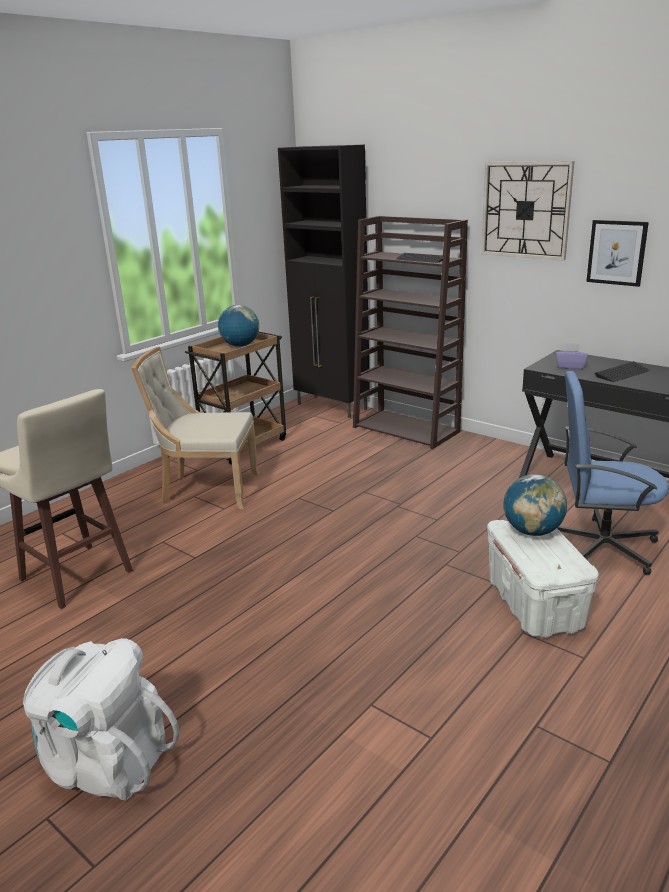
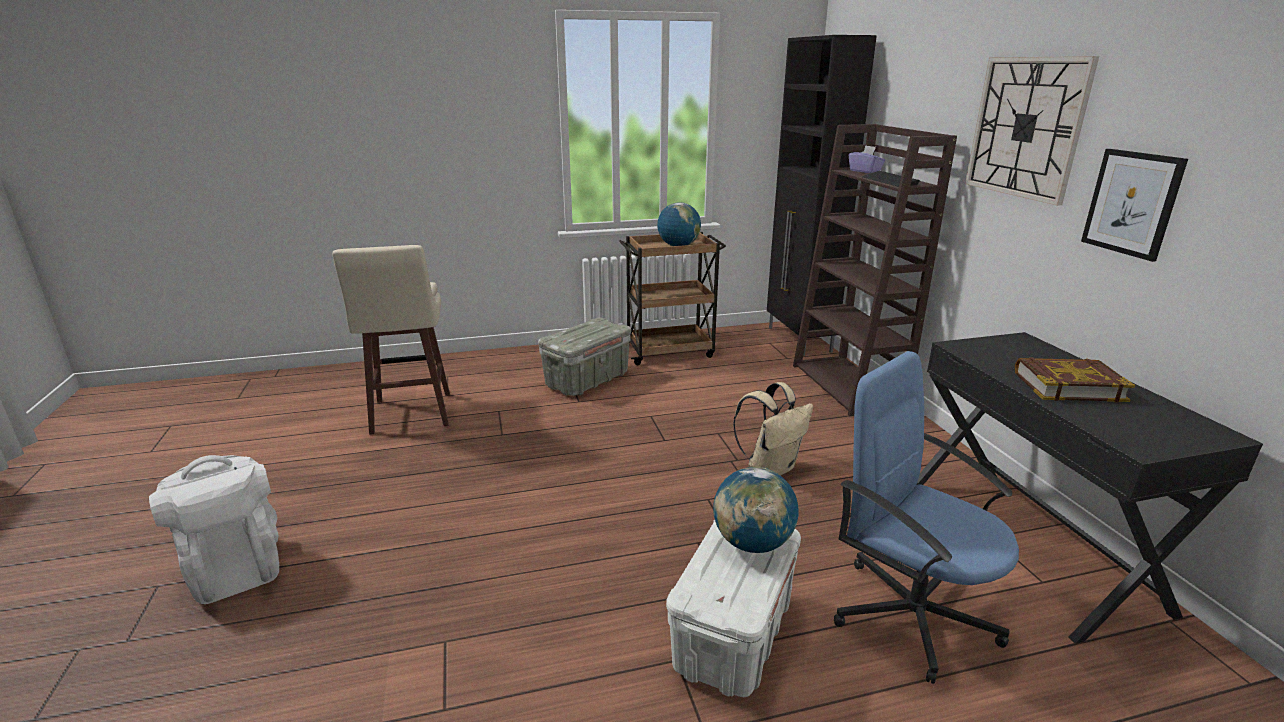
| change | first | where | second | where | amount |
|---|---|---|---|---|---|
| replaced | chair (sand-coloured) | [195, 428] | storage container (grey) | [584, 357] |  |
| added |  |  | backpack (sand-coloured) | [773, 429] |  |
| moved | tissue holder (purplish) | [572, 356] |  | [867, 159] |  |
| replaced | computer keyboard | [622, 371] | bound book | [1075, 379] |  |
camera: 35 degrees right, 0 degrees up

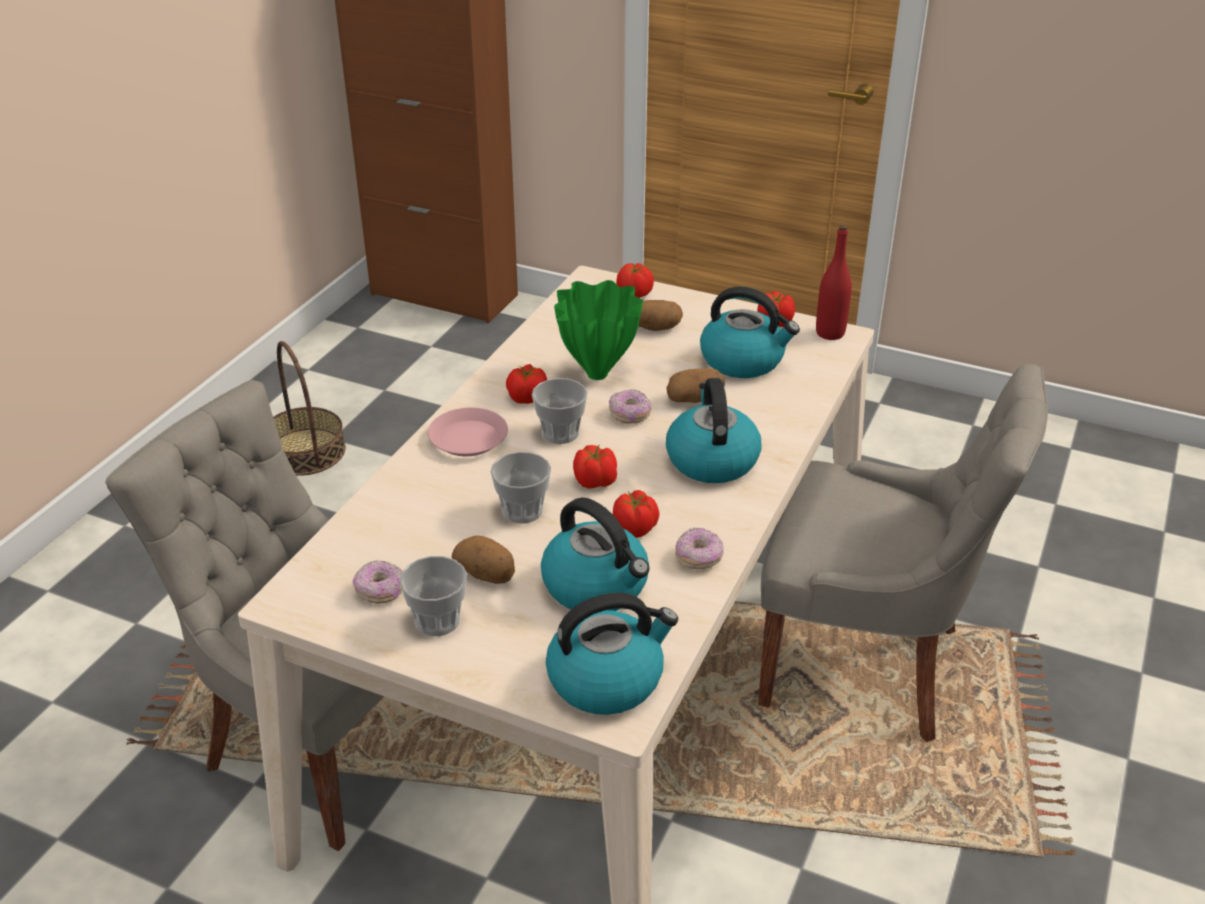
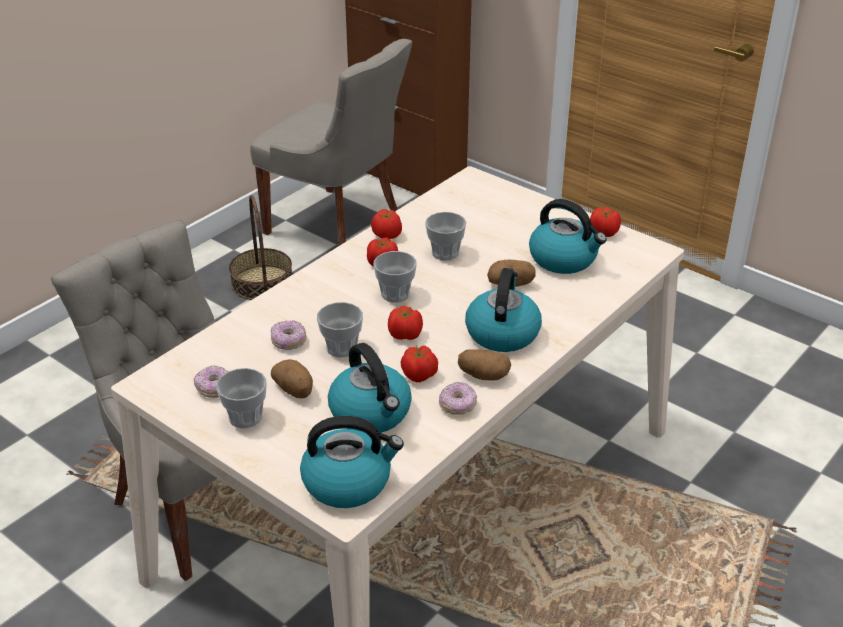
| change | first | where | second | where | amount |
|---|---|---|---|---|---|
| moved | chair (grey) | [903, 553] |  | [331, 142] |  |
| moved | donut | [630, 406] |  | [289, 335] |  |
| moved | tomato | [635, 280] |  | [386, 224] |  |
| replaced | flower vase (greenish) | [598, 330] | drinking cup | [445, 236] |  |
| moved | whole potato | [660, 315] |  | [484, 365] |  |
| removed | dinner plate (pink-coloured) | [468, 431] |  |  |  |
| removed | beverage bottle (red) | [834, 282] |  |  |  |
camera: 15 degrees right, 0 degrees up

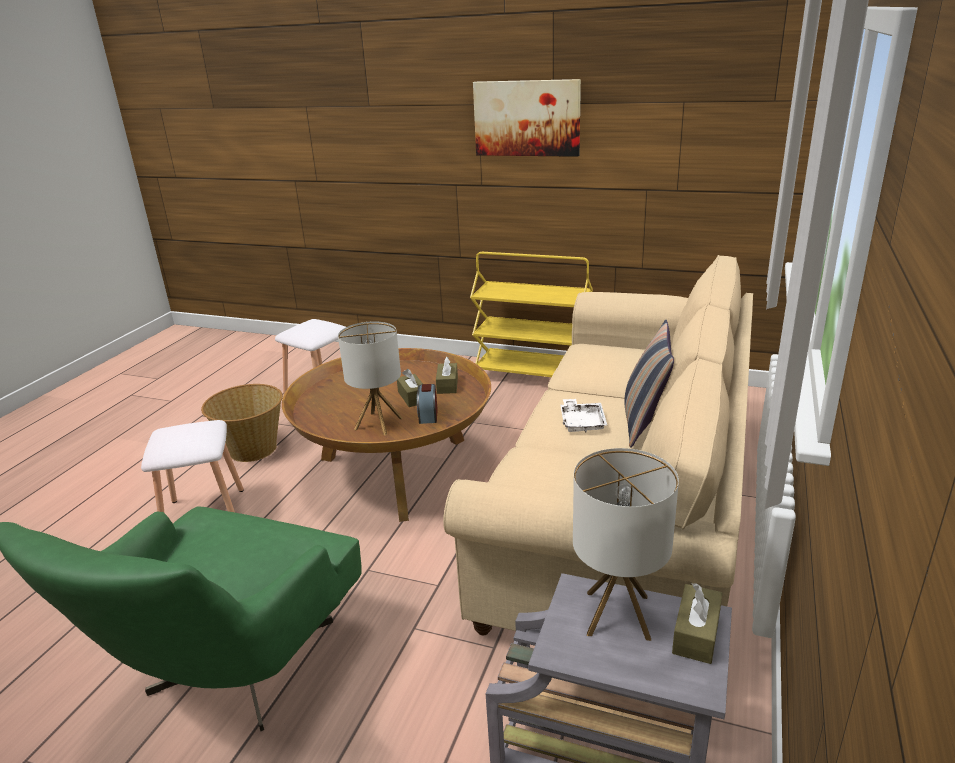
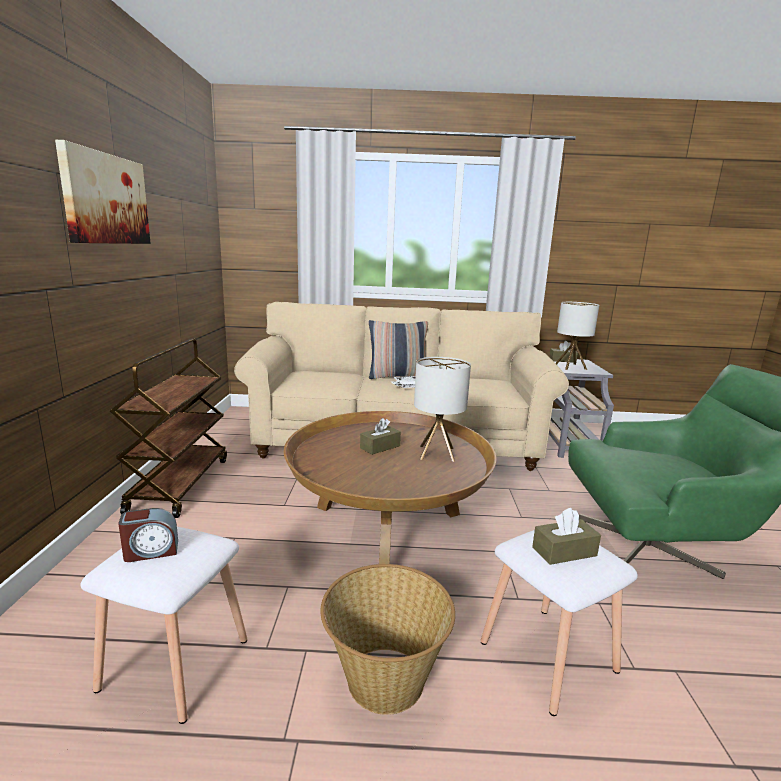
| change | first | where | second | where | amount |
|---|---|---|---|---|---|
| recoloured | cart (yellow) | [531, 314] | cart (brownish) | [168, 428] |  |
| moved | table clock | [427, 404] |  | [148, 535] |  |
| moved | tissue holder (brownish) | [447, 375] |  | [566, 536] |  |
camera: 110 degrees left, 10 degrees down

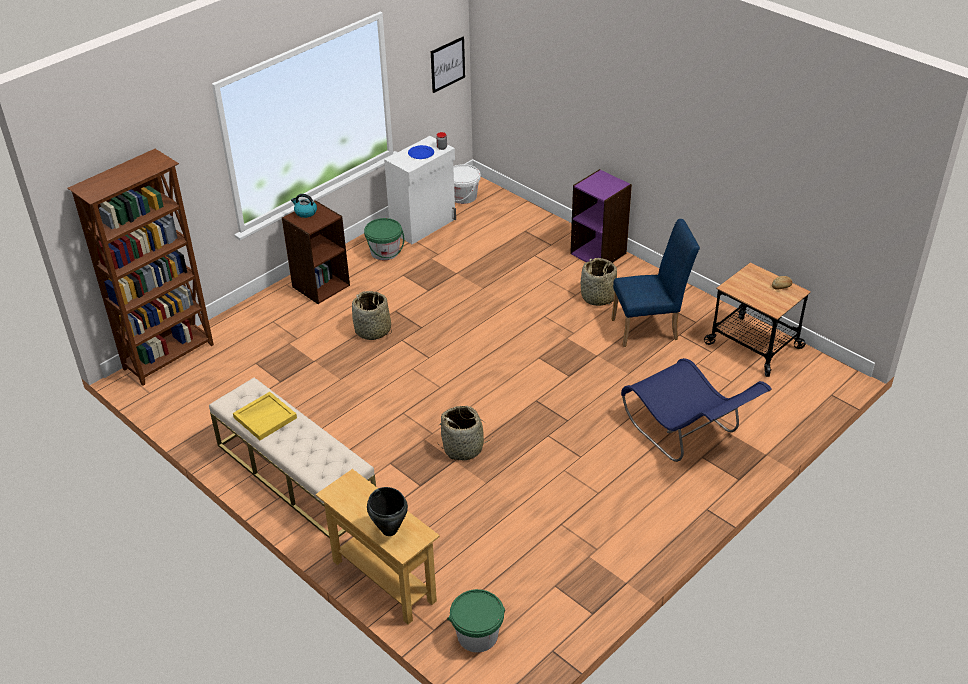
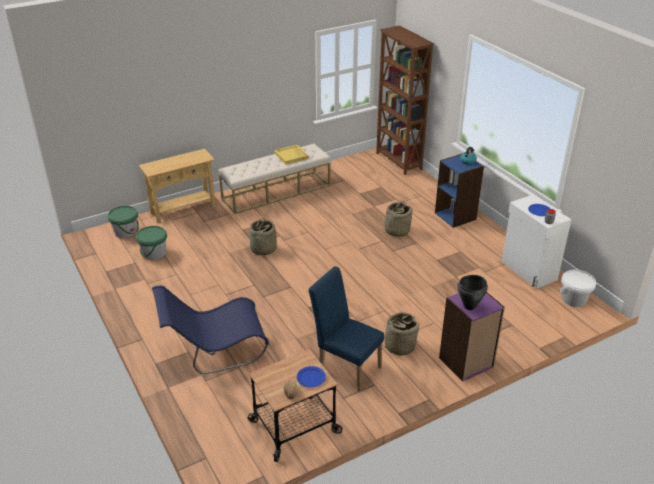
| change | first | where | second | where | amount |
|---|---|---|---|---|---|
| moved | pail (greenish) | [384, 239] |  | [151, 243] |  |
| added |  |  | dinner plate (blue) | [311, 377] |  |
| turned | chair (blue) | [655, 283] |  | [346, 328] | 120 degrees clockwise |
| recoloured | shelving unit (brownish) | [316, 252] | shelving unit (blue) | [459, 191] |  |
| moved | stockpot (black-coloured) | [387, 511] |  | [472, 292] |  |
| removed | wall art | [448, 65] |  |  |  |
camera: 105 degrees right, 5 degrees down

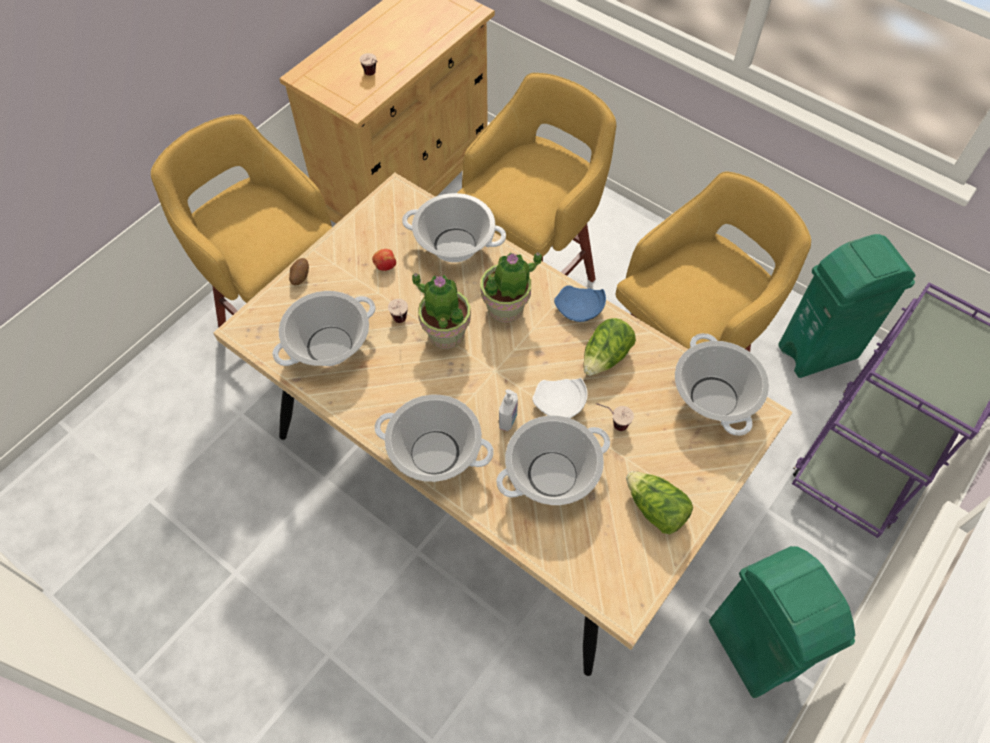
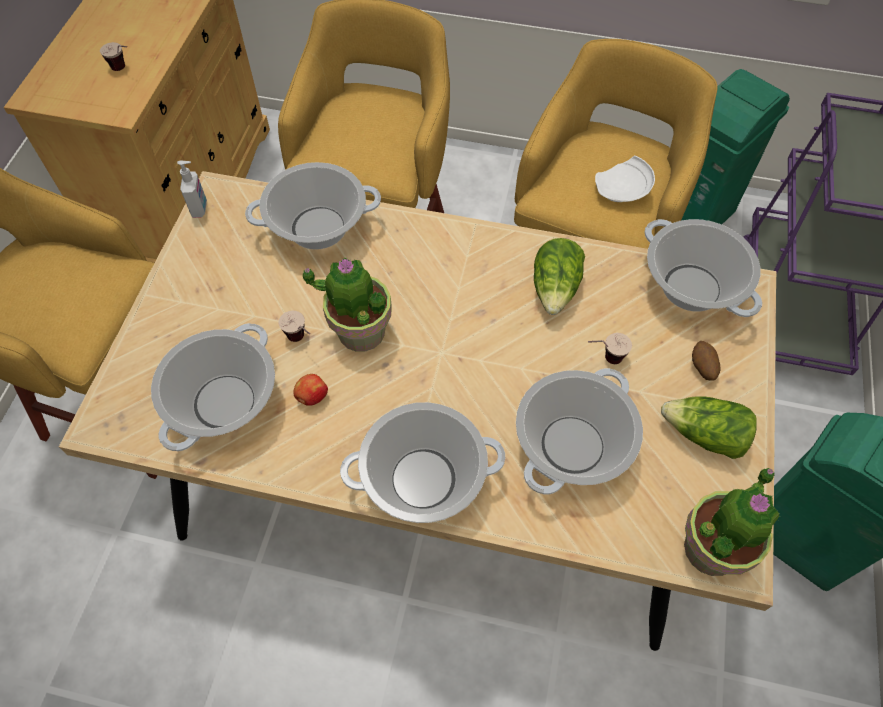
| change | first | where | second | where | amount |
|---|---|---|---|---|---|
| moved | liquid soap bottle | [508, 410] |  | [192, 189] |  |
| moved | whole apple | [384, 260] |  | [310, 390] |  |
| moved | dinner plate (white) | [560, 398] |  | [625, 179] |  |
| moved | potted plant | [511, 287] |  | [732, 521] |  |
| moved | whole potato | [299, 272] |  | [706, 361] |  |
| removed | dinner plate (blue) | [580, 303] |  |  |  |
camera: 25 degrees left, 0 degrees up

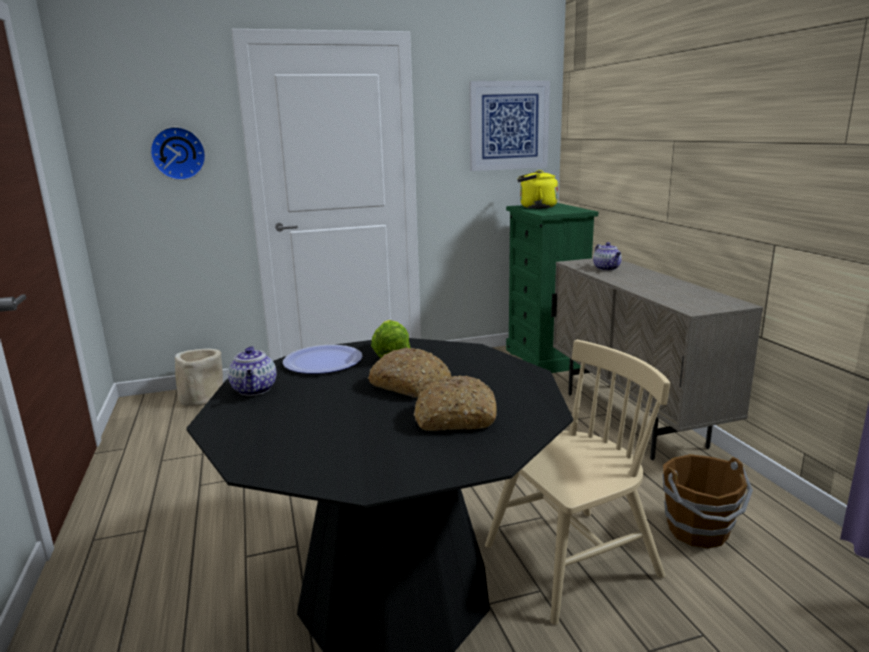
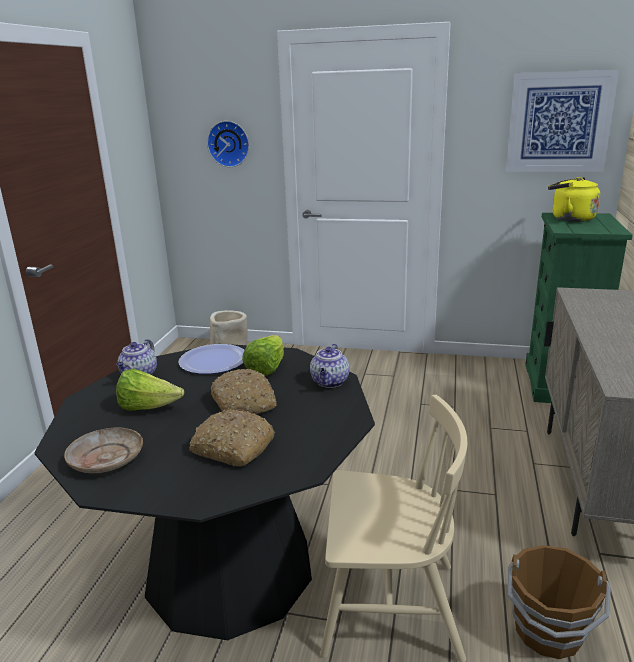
| change | first | where | second | where | amount |
|---|---|---|---|---|---|
| added |  |  | dinner plate (sand-coloured) | [103, 450] |  |
| added |  |  | lettuce | [150, 390] |  |
| moved | pot for tea | [607, 256] |  | [330, 366] |  |
camera: 30 degrees right, 5 degrees up

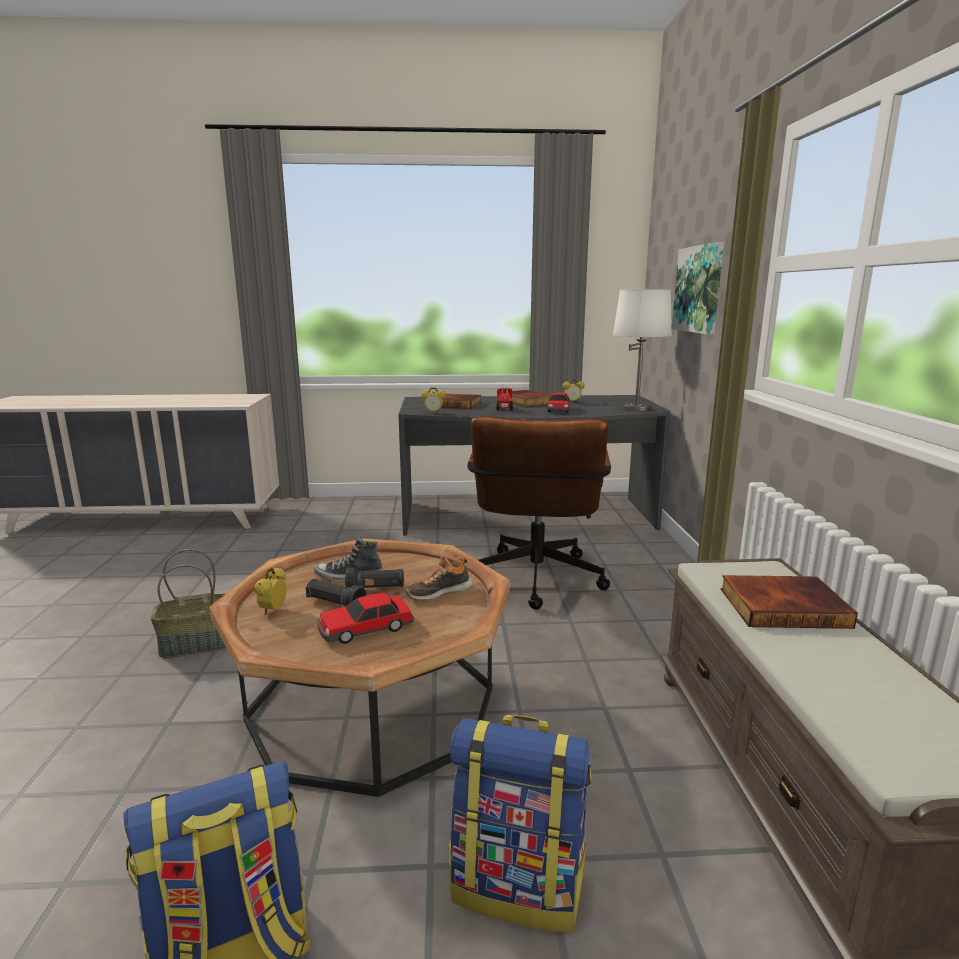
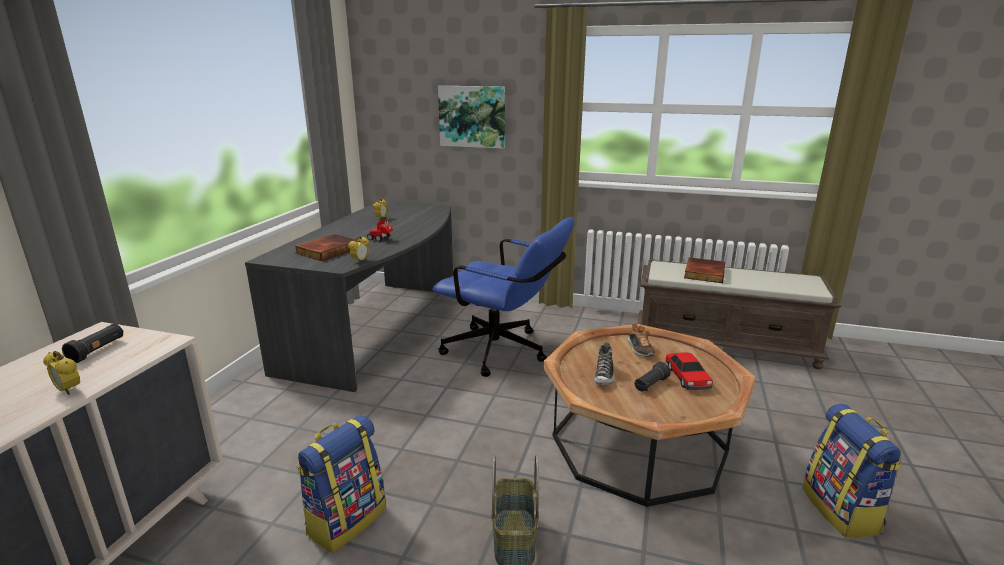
| change | first | where | second | where | amount |
|---|---|---|---|---|---|
| moved | table clock | [270, 591] |  | [61, 373] |  |
| moved | flashlight (black-coloured) | [374, 578] |  | [92, 343] |  |
| moved | backpack | [520, 823] |  | [341, 483] |  |
| recoloured | office chair (brownish) | [539, 513] | office chair (blue) | [503, 297] |  |
| removed | bound book | [524, 398] |  |  |  |
| removed | model car | [558, 402] |  |  |  |
| removed | table lamp (white) | [642, 349] |  |  |  |
camera: 70 degrees left, 5 degrees up

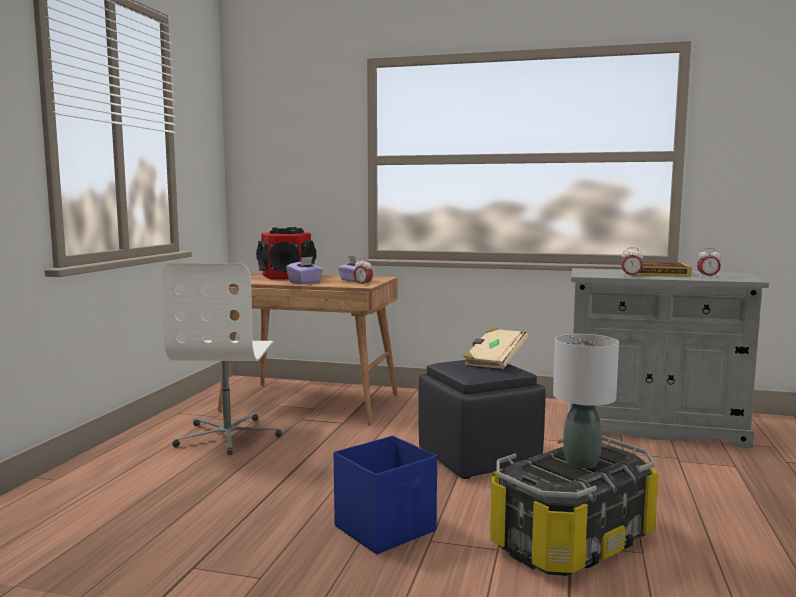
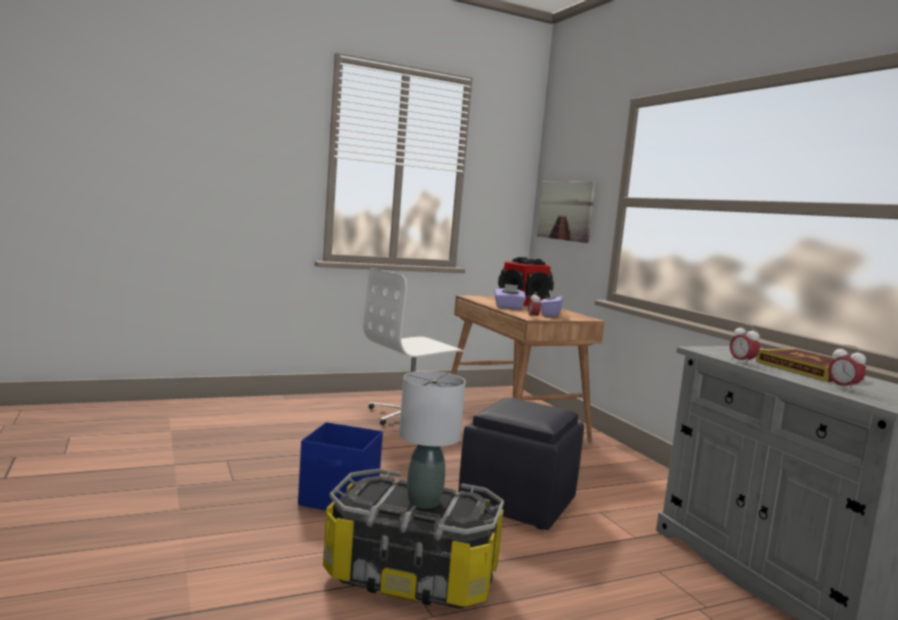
| change | first | where | second | where | amount |
|---|---|---|---|---|---|
| added |  |  | wall art | [566, 212] |  |
| removed | bound book (sand-coloured) | [495, 348] |  |  |  |
camera: 50 degrees right, 0 degrees up

